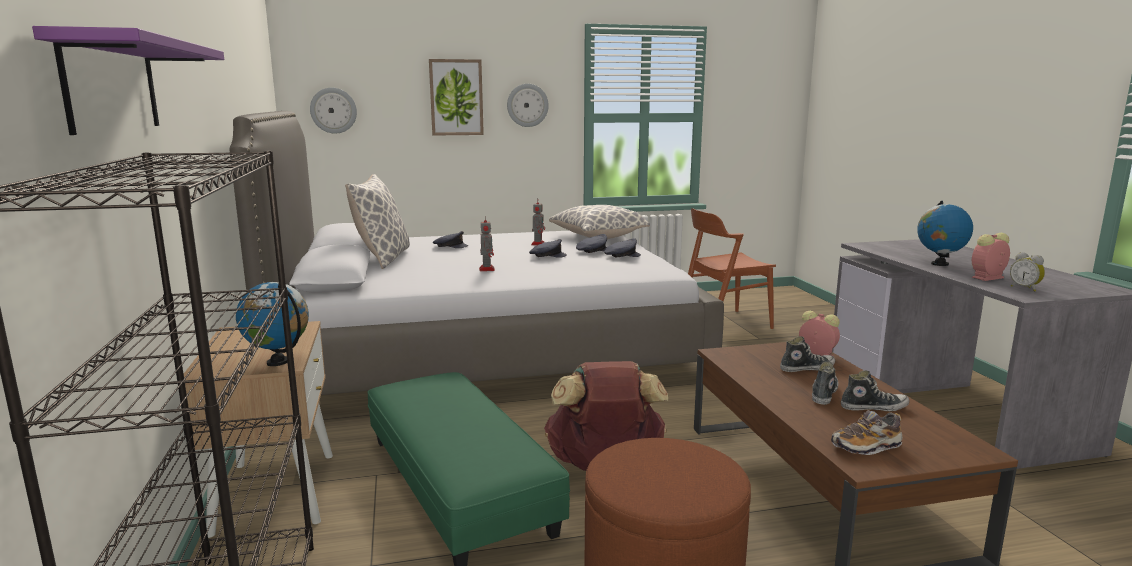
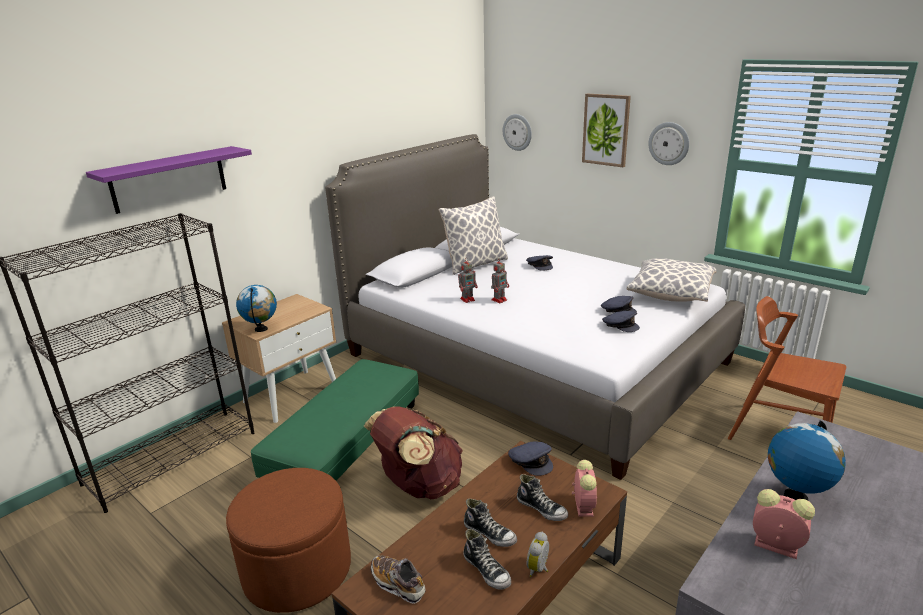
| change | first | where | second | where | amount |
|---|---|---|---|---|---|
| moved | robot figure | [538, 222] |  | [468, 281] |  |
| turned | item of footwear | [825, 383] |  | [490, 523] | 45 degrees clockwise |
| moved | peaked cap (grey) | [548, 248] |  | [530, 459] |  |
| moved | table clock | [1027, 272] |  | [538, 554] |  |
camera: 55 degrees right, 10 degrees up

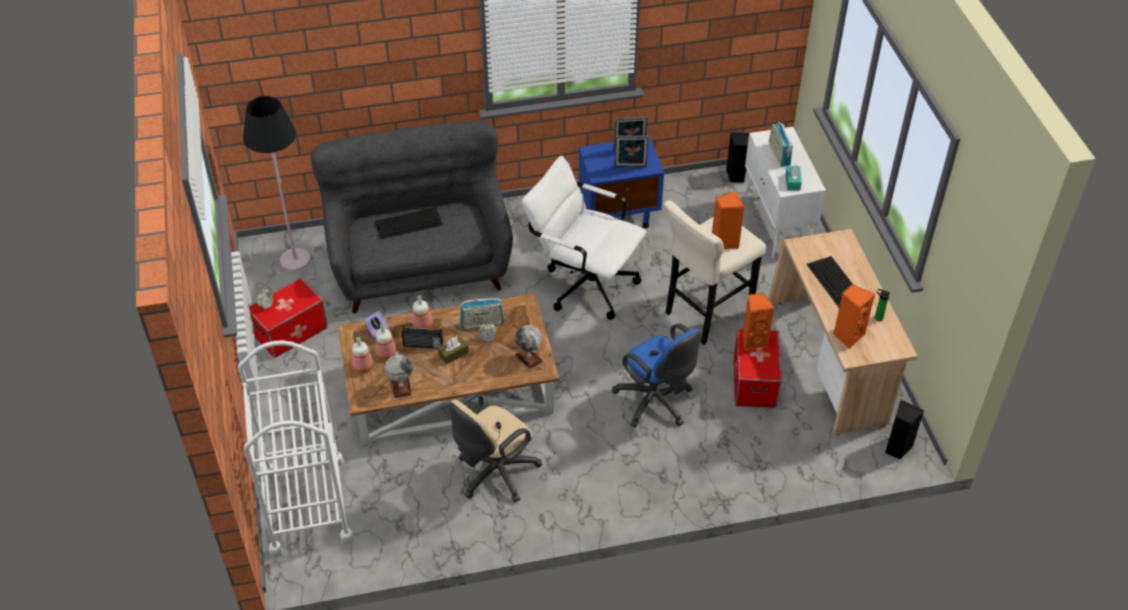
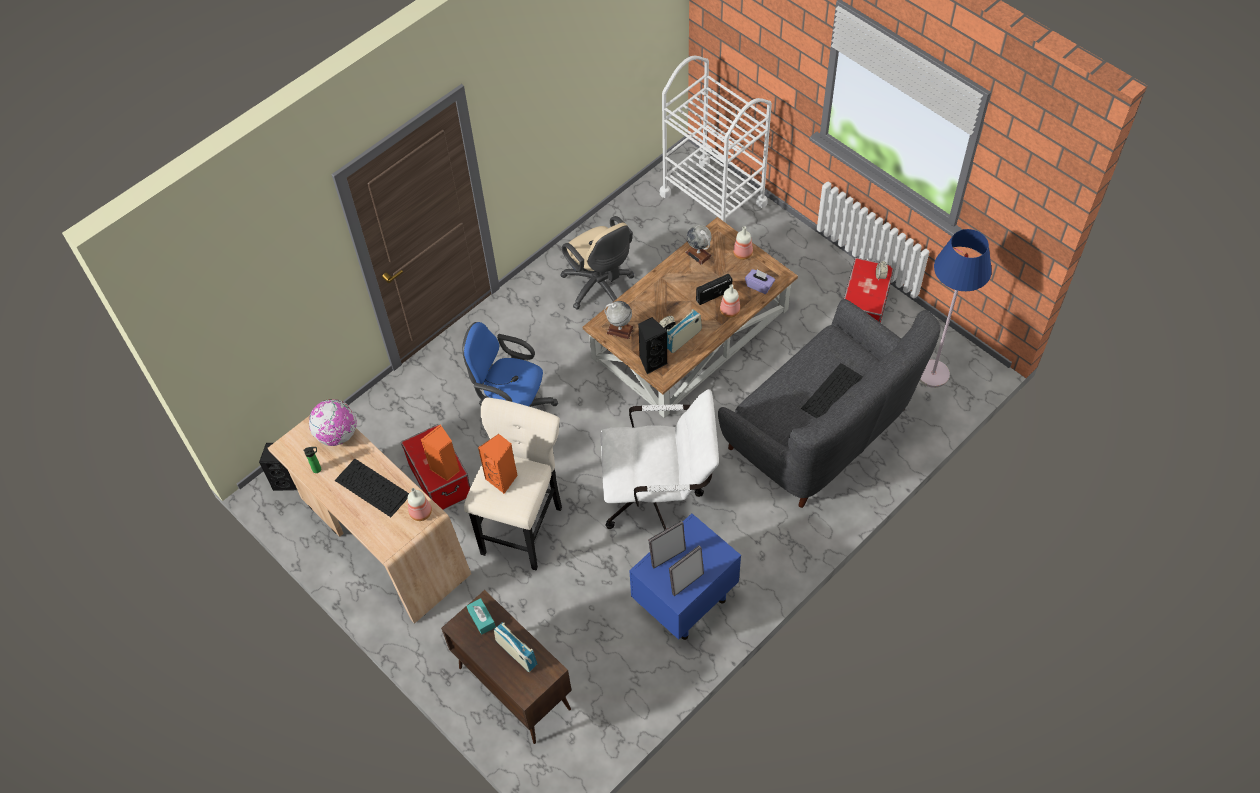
| change | first | where | second | where | amount |
|---|---|---|---|---|---|
| replaced | loudspeaker (orange-coloured) | [854, 316] | world globe | [333, 422] |  |
| moved | beverage bottle | [386, 342] |  | [420, 504] |  |
| recoloured | cupboard (white) | [785, 192] | cupboard (brownish) | [506, 667] |  |
| turned | office chair (sand-coloured) | [495, 447] |  | [597, 263] | 135 degrees clockwise |
| moved | loudspeaker (black-coloured) | [737, 157] |  | [653, 345] |  |
| recoloured | standing lamp (black-coloured) | [277, 183] | standing lamp (blue) | [956, 308] |  |
| removed | tissue holder (brownish) | [453, 350] |  |  |  |
camera: 150 degrees right, 10 degrees up

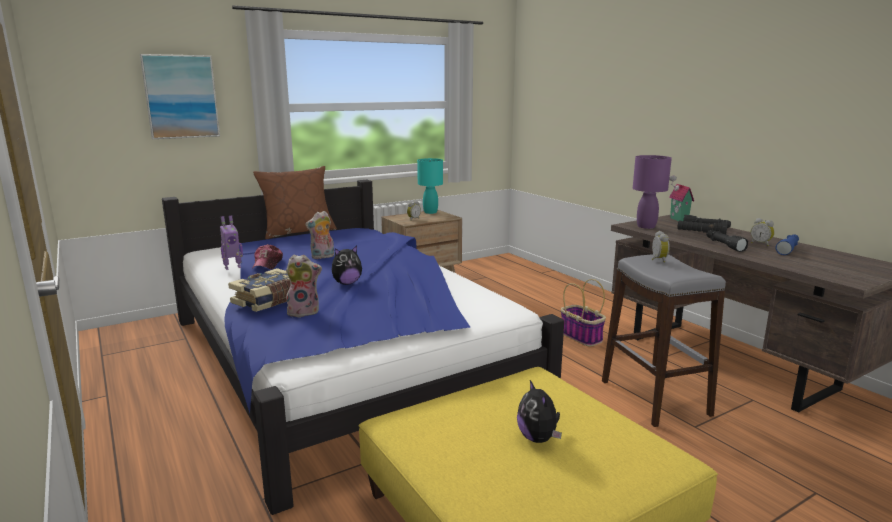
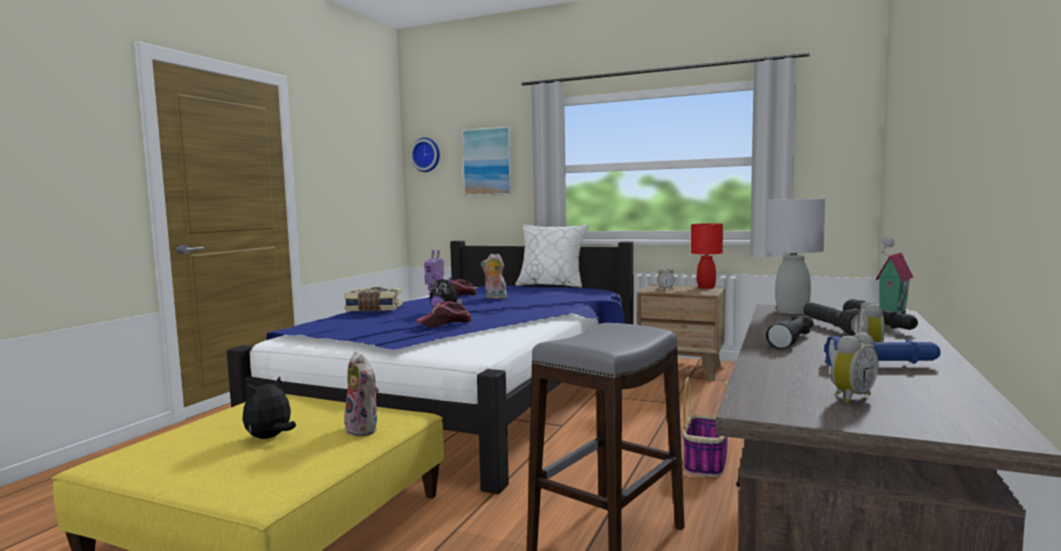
| change | first | where | second | where | amount |
|---|---|---|---|---|---|
| moved | plush toy | [304, 286] |  | [361, 394] |  |
| added |  |  | clock on the wall | [425, 155] |  |
| added |  |  | peaked cap | [444, 314] |  |
| recoloured | pillow (brownish) | [295, 202] | pillow (white) | [552, 256] |  |
| recoloured | table lamp (blue-green) | [430, 186] | table lamp (red) | [707, 256] |  |
| recoloured | table lamp (purplish) | [652, 192] | table lamp (grey) | [795, 256] |  |
| moved | table clock | [661, 247] |  | [854, 367] |  |
camera: 55 degrees right, 10 degrees down

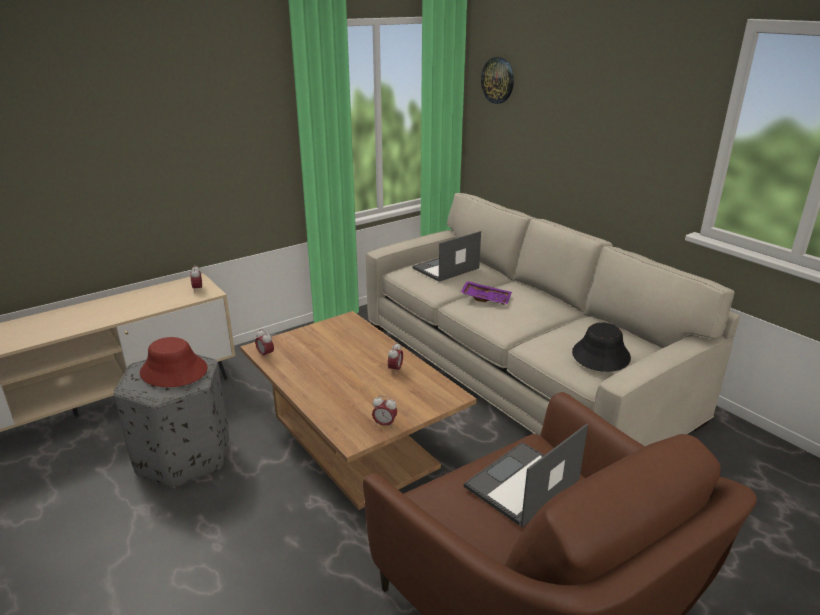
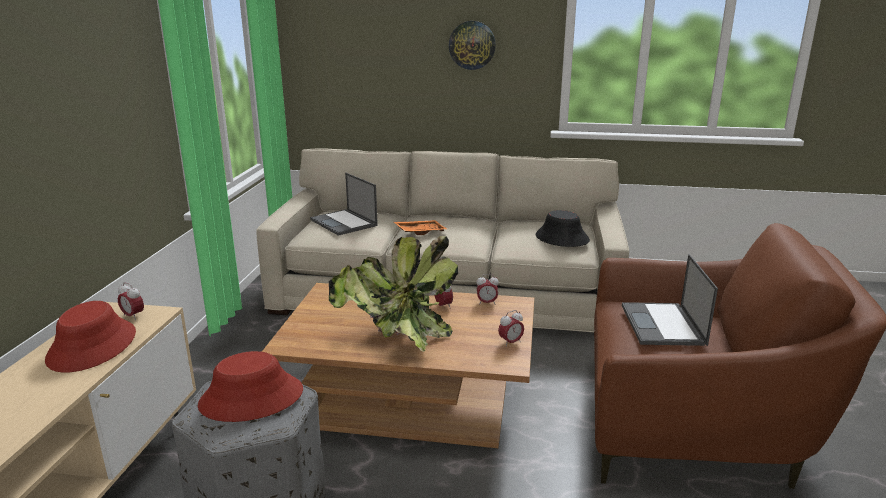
| change | first | where | second | where | amount |
|---|---|---|---|---|---|
| added |  |  | clothing hat (red) | [90, 337] |  |
| turned | laptop | [446, 256] |  | [344, 204] | 45 degrees counterclockwise |
| added |  |  | potted plant | [393, 294] |  |
| recoloured | carrying tray (purplish) | [486, 293] | carrying tray (orange-coloured) | [420, 227] |  |
| moved | clock on the wall | [497, 80] |  | [472, 45] |  |
| moved | table clock | [264, 343] |  | [487, 289] |  |
camera: 45 degrees left, 5 degrees down

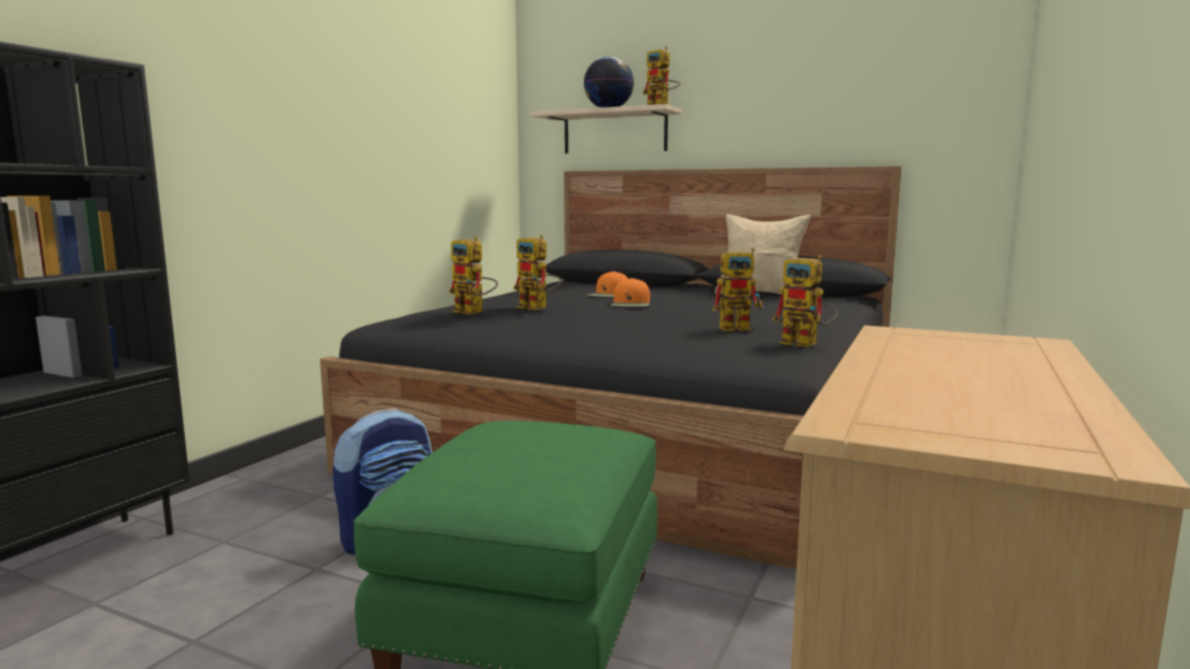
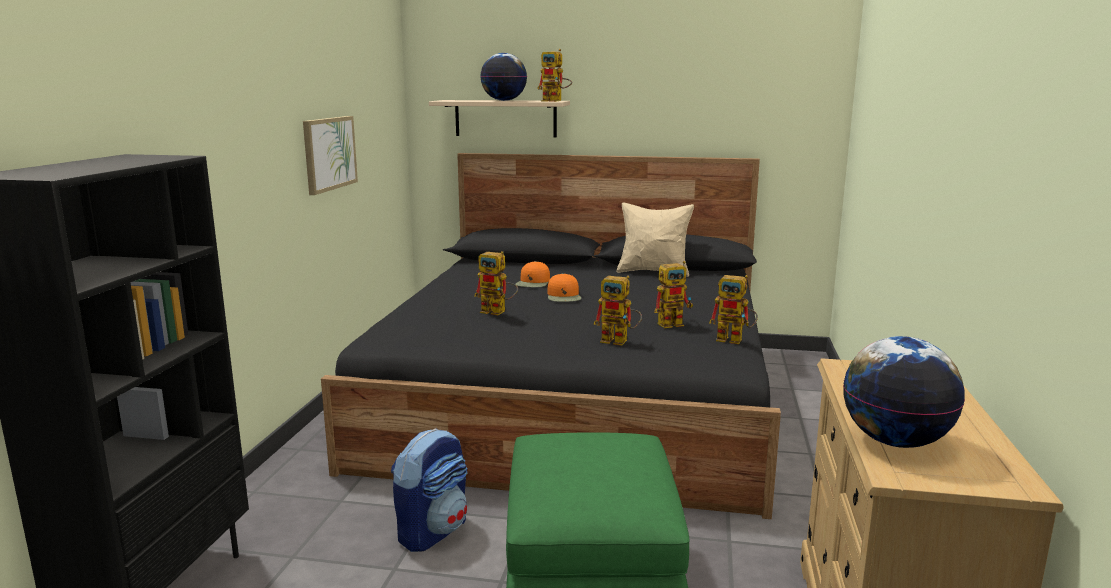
| change | first | where | second | where | amount |
|---|---|---|---|---|---|
| added |  |  | wall art | [330, 155] |  |
| moved | robot figure | [473, 276] |  | [617, 311] |  |
| added |  |  | world globe | [904, 392] |  |
camera: 15 degrees left, 5 degrees up

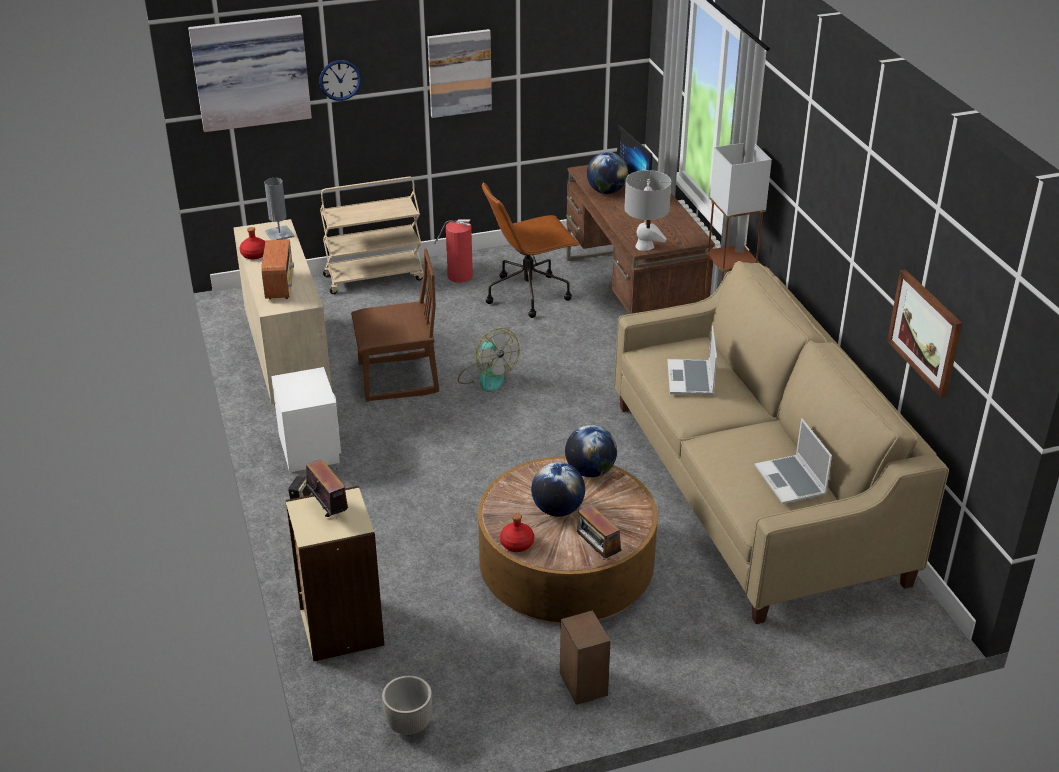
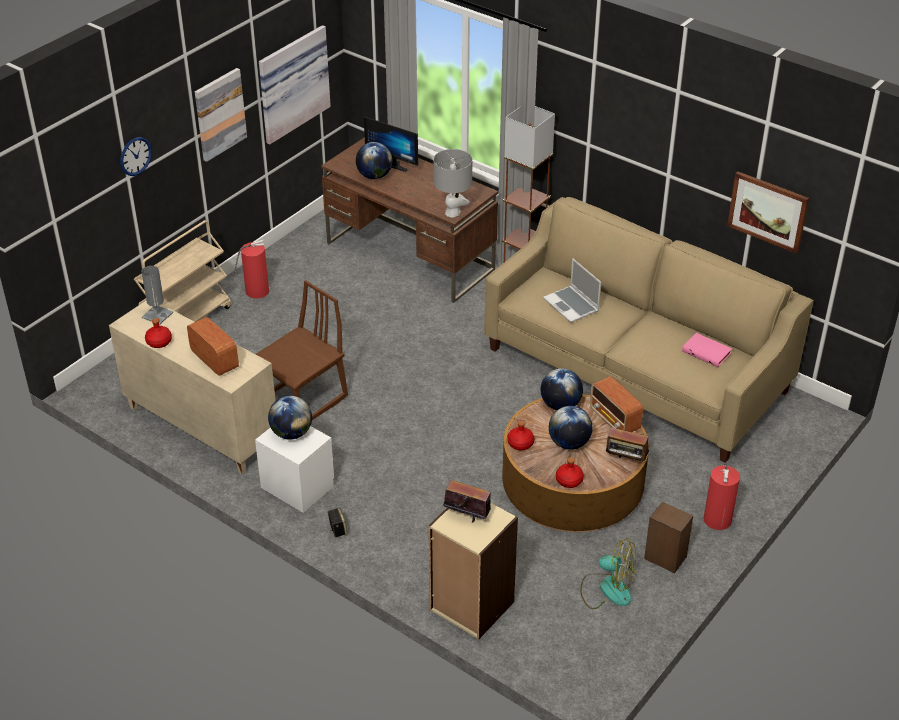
| change | first | where | second | where | amount |
|---|---|---|---|---|---|
| moved | wall art | [250, 73] |  | [295, 85] |  |
| added |  |  | world globe | [290, 417] |  |
| added |  |  | beverage bottle (red) | [520, 435] |  |
| moved | cooling fan | [489, 360] |  | [608, 574] |  |
| added |  |  | radio receiver | [616, 404] |  |
| replaced | laptop | [793, 461] | bound book (pink-coloured) | [707, 350] |  |
| added |  |  | fire-fighting cylinder | [722, 496] |  |
| removed | plant pot (grey) | [407, 705] |  |  |  |
| removed | office chair (brownish) | [531, 250] |  |  |  |
camera: 35 degrees left, 5 degrees up

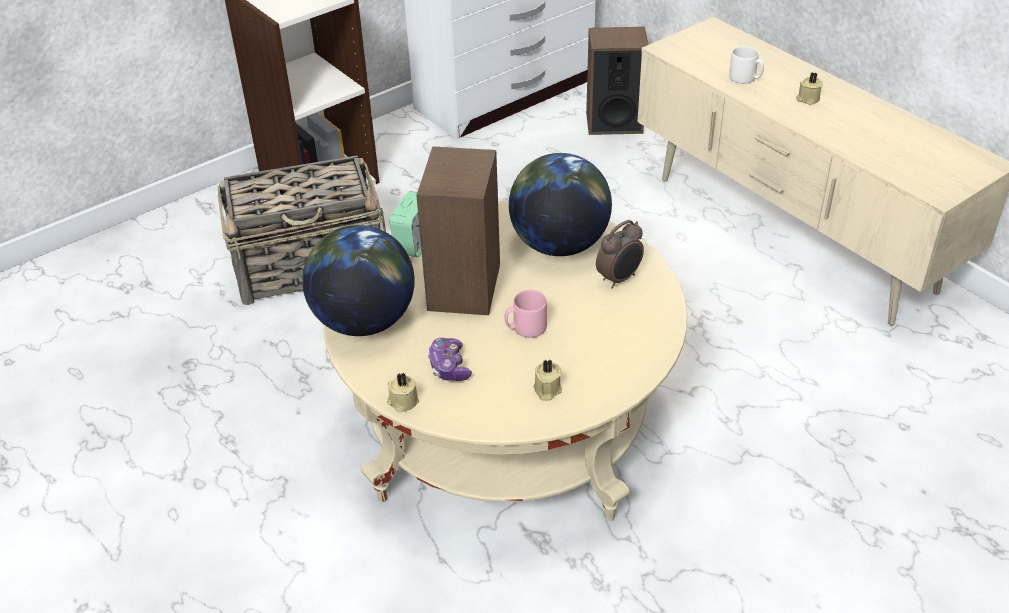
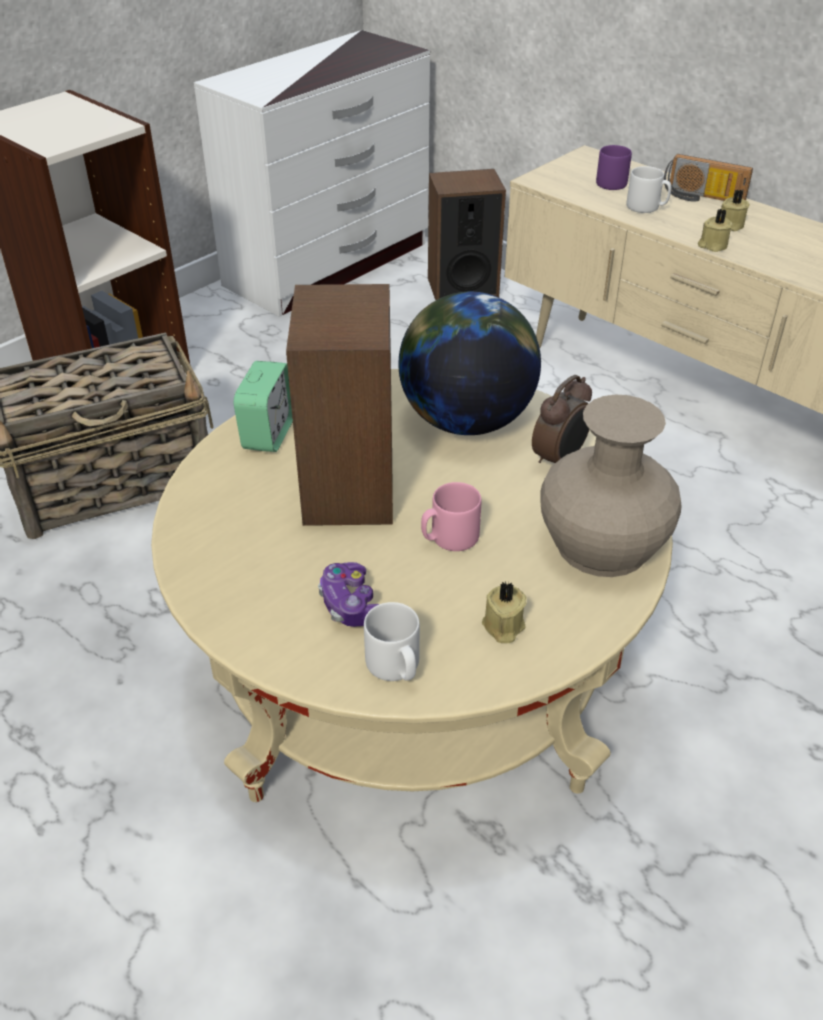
| change | first | where | second | where | amount |
|---|---|---|---|---|---|
| added |  |  | mug (white) | [392, 641] |  |
| added |  |  | flower vase (sand-coloured) | [611, 486] |  |
| added |  |  | mug (purplish) | [614, 167] |  |
| added |  |  | radio receiver | [708, 178] |  |
| moved | wax candle (sand-coloured) | [403, 392] |  | [715, 230] |  |
| removed | world globe | [358, 280] |  |  |  |
camera: 10 degrees left, 0 degrees up

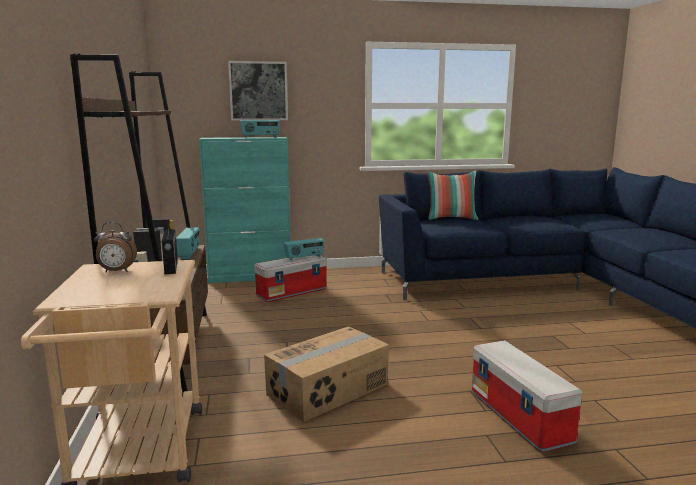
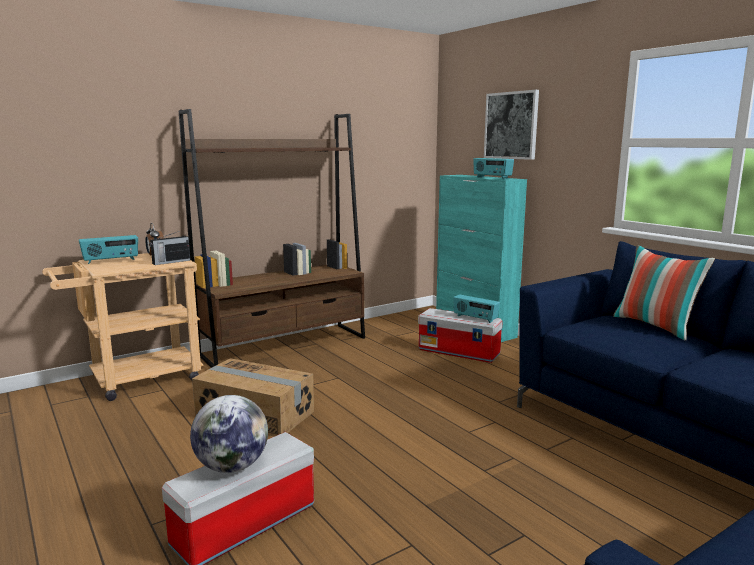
| change | first | where | second | where | amount |
|---|---|---|---|---|---|
| moved | radio receiver | [188, 243] |  | [108, 249] |  |
| added |  |  | world globe | [229, 434] |  |
camera: 65 degrees right, 0 degrees up

